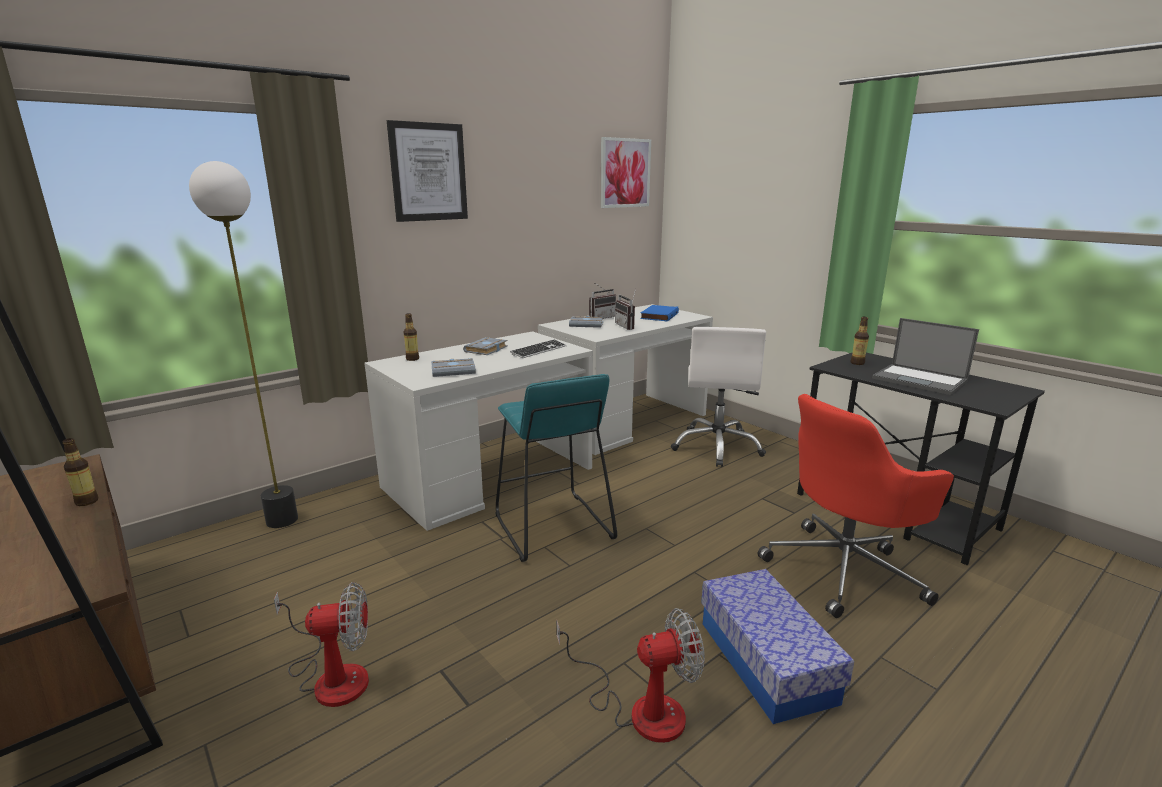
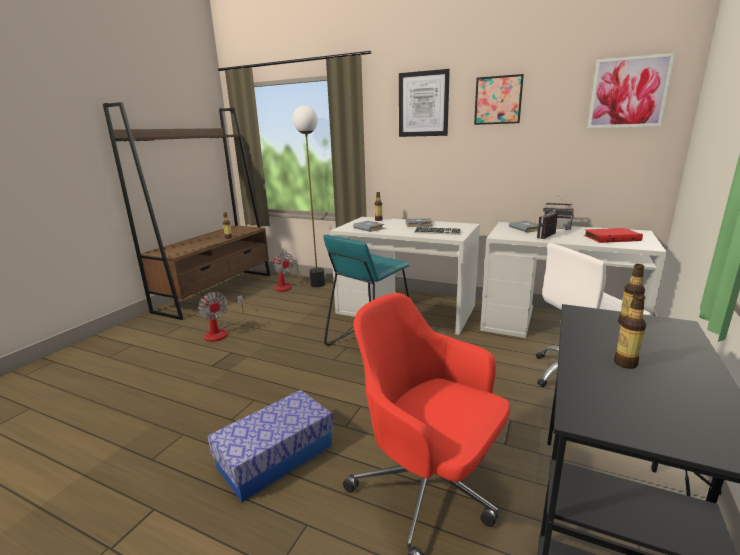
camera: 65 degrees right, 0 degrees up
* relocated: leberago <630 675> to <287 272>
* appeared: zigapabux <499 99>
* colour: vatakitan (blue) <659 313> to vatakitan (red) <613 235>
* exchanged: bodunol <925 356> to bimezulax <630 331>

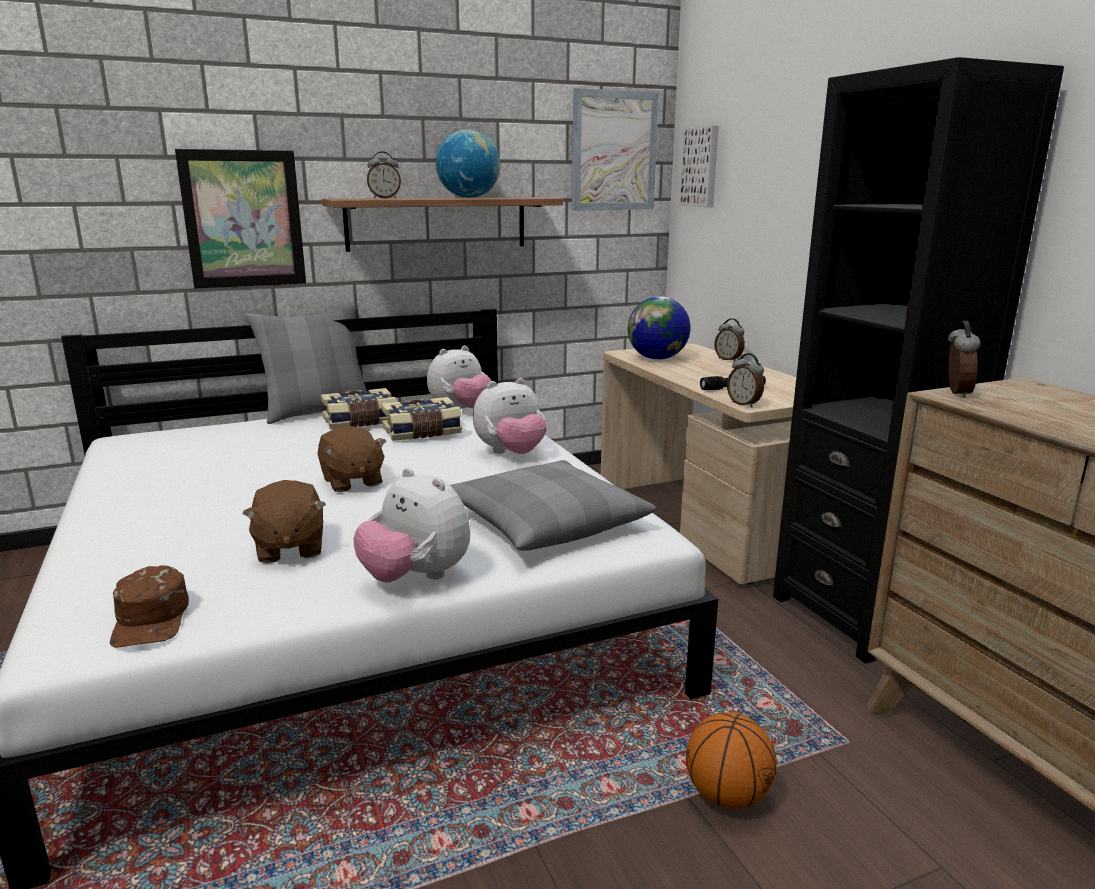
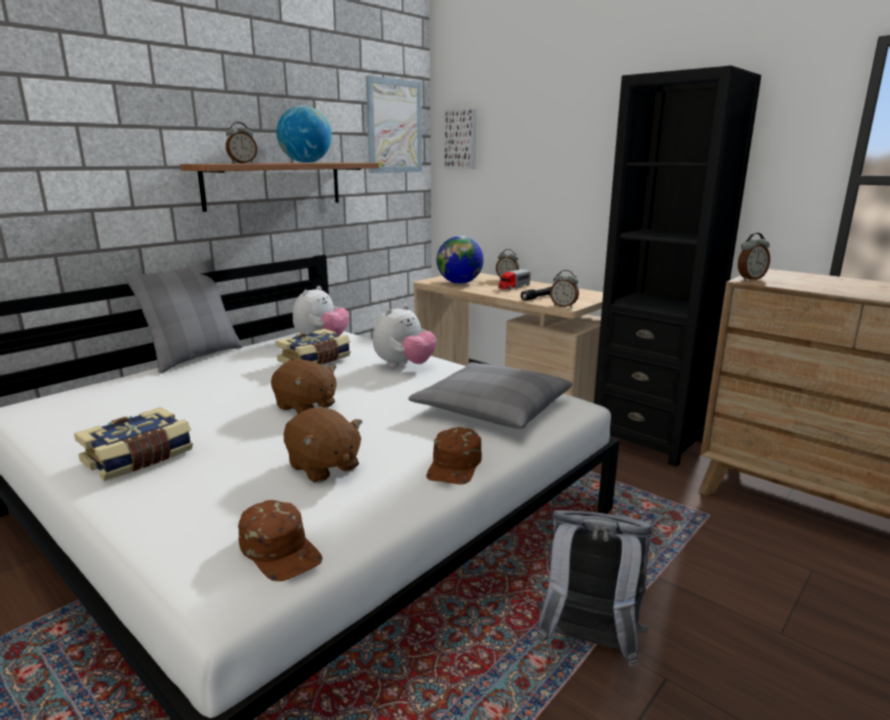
camera: 25 degrees left, 0 degrees up
* relocated: vatakitan <359 408> to <133 444>
* exchanged: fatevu <412 525> to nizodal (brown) <454 456>
* appeared: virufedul <514 279>
* appeared: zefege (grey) <594 588>
* spun: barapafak <964 359> = <754 256> 75 degrees clockwise
* missing: zigapabux <240 218>
* missing: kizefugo <731 760>

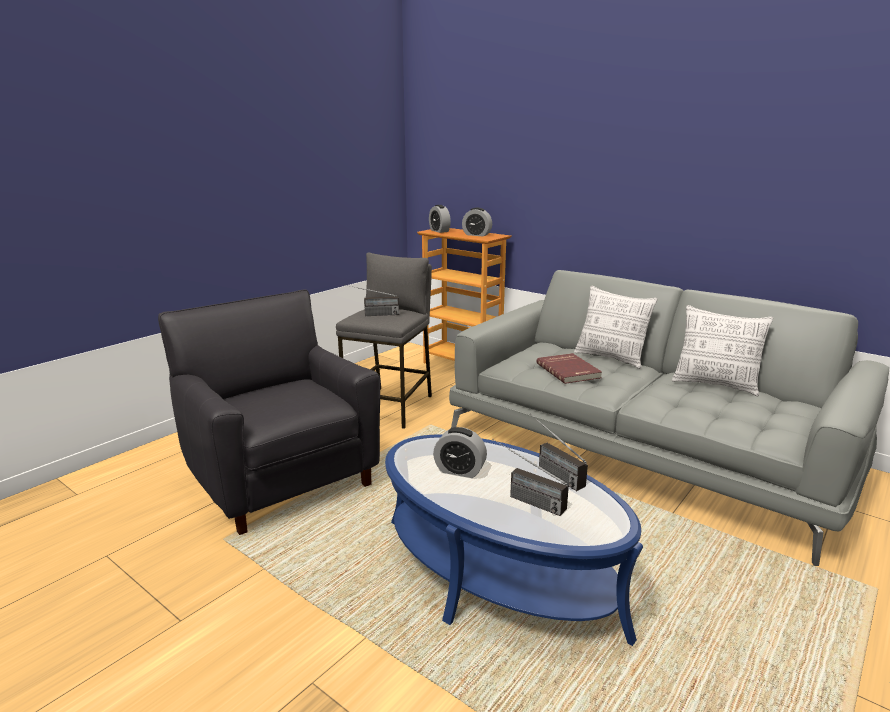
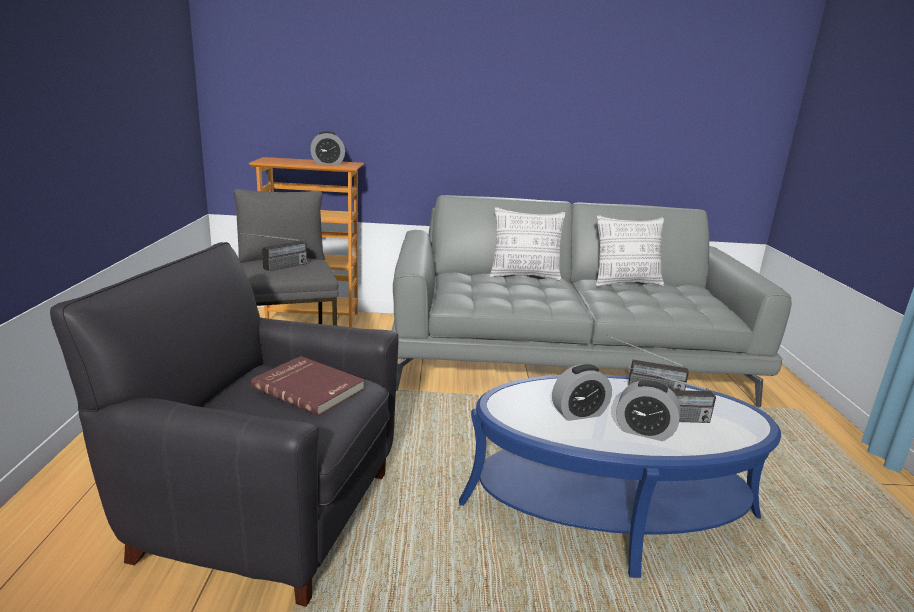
camera: 40 degrees left, 0 degrees up
* relocated: vatakitan (red) <569 368> to <307 386>
* relocated: barapafak <440 219> to <648 410>

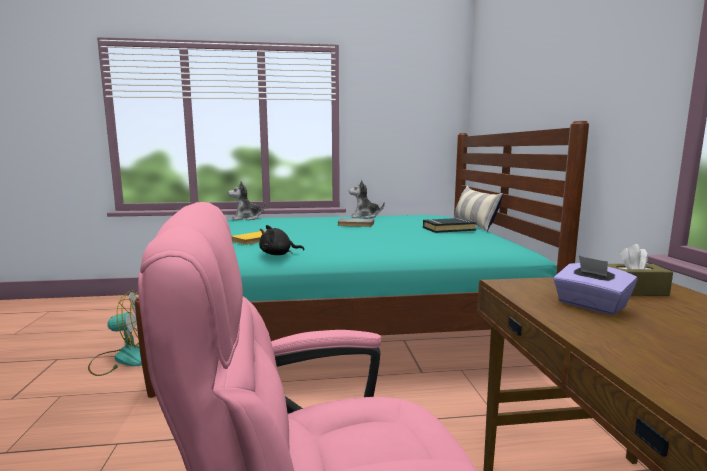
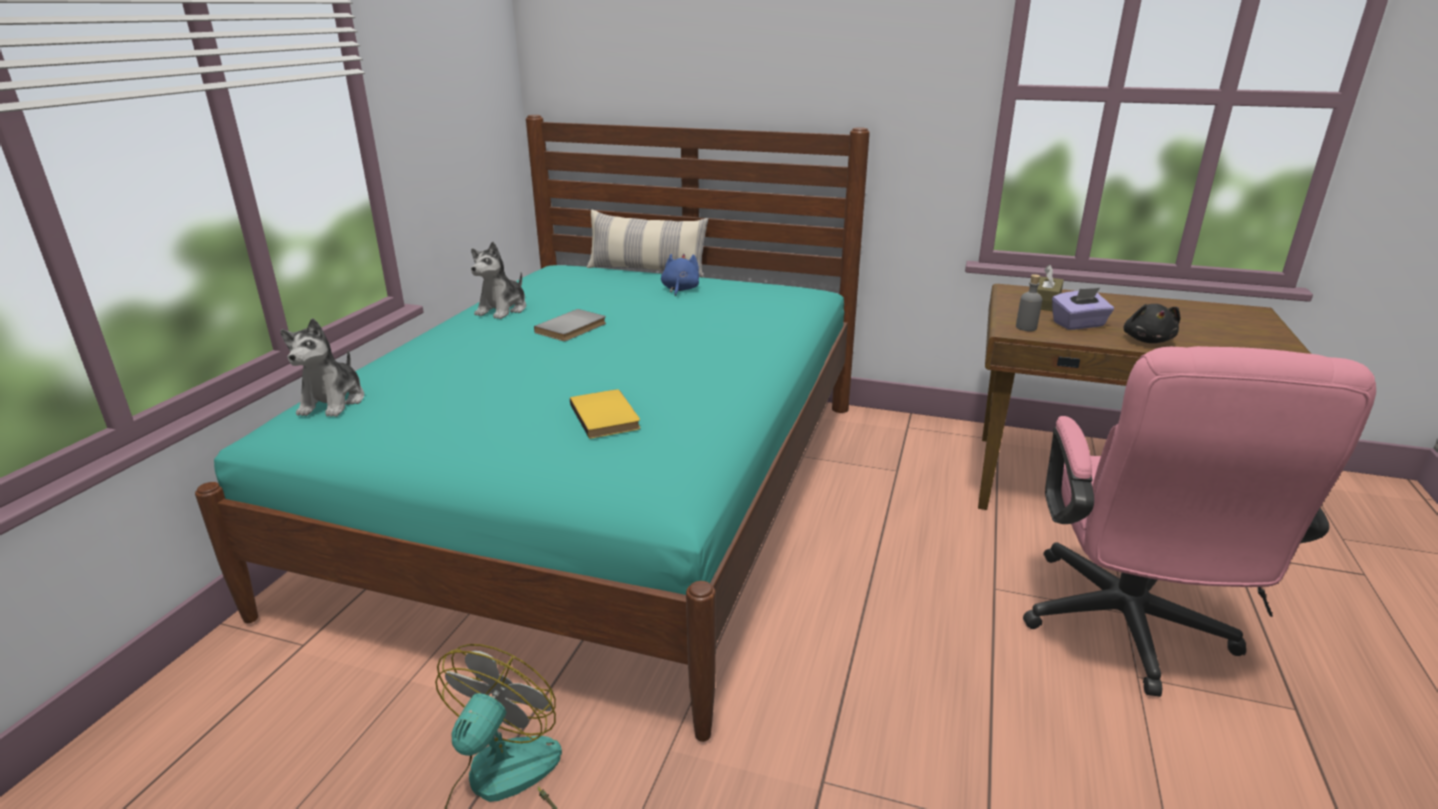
camera: 65 degrees left, 15 degrees up
* exchanged: vatakitan (black) <450 225> to fatevu (blue) <680 275>
* appeared: bimezulax (grey) <1029 302>
* relocated: fatevu (black) <282 240> to <1152 323>

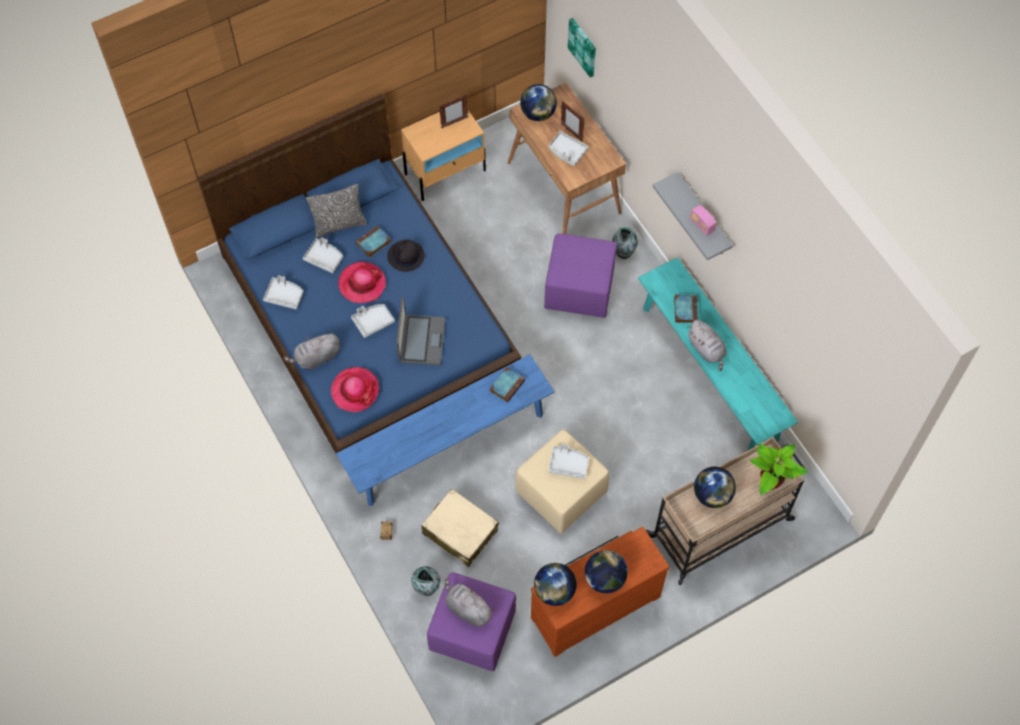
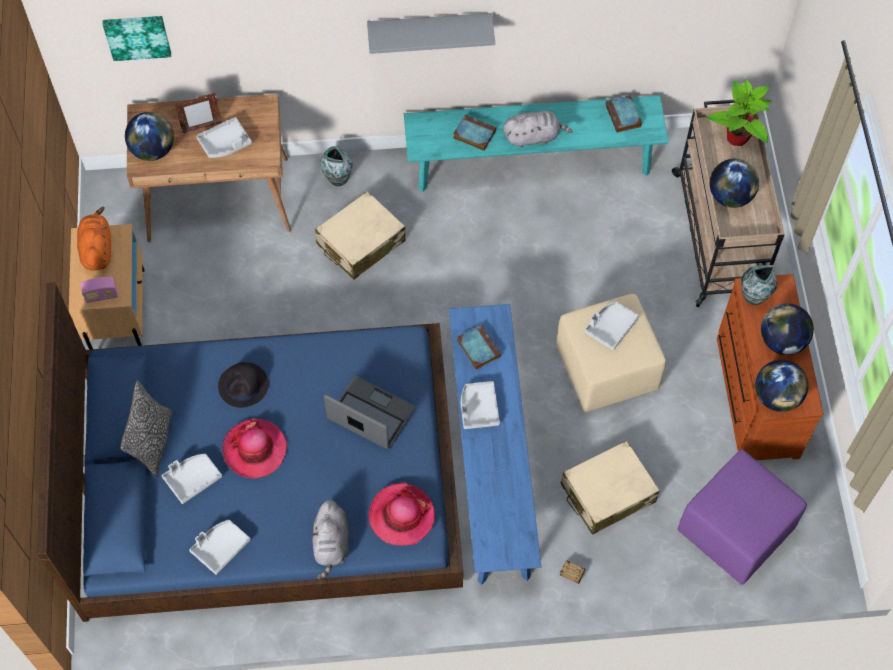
camera: 65 degrees left, 0 degrees up
* exchanged: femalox <453 111> to fatevu (orange) <94 238>
* relocated: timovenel <703 220> to <99 290>
* exchanged: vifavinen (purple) <580 276> to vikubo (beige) <360 235>
* relocated: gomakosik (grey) <373 321> to <480 405>
* relocated: vatakitan <373 241> to <623 114>
* relocated: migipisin <425 581> to <759 285>
* missing: fatevu (grey) <470 602>

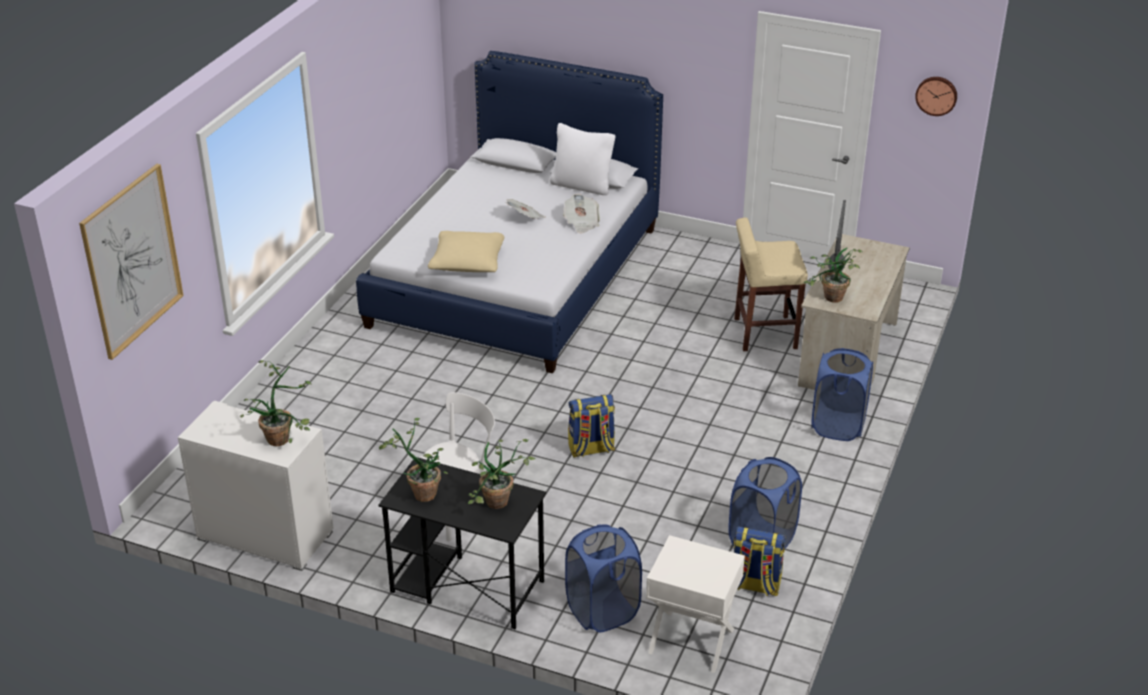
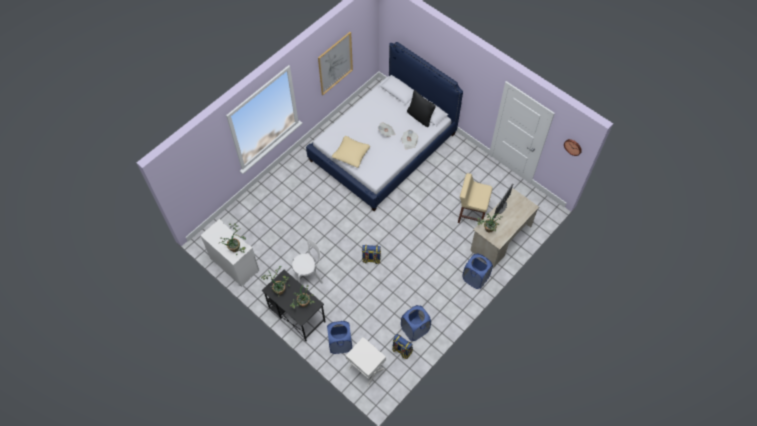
camera: 20 degrees right, 25 degrees up
* relocated: zigapabux <131 262> to <335 63>
* colour: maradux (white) <583 159> to maradux (black) <421 108>

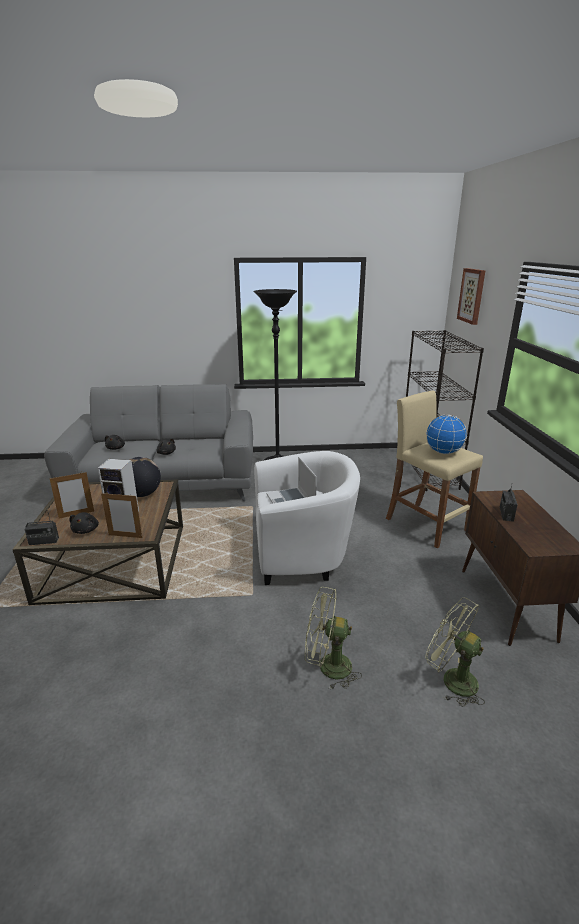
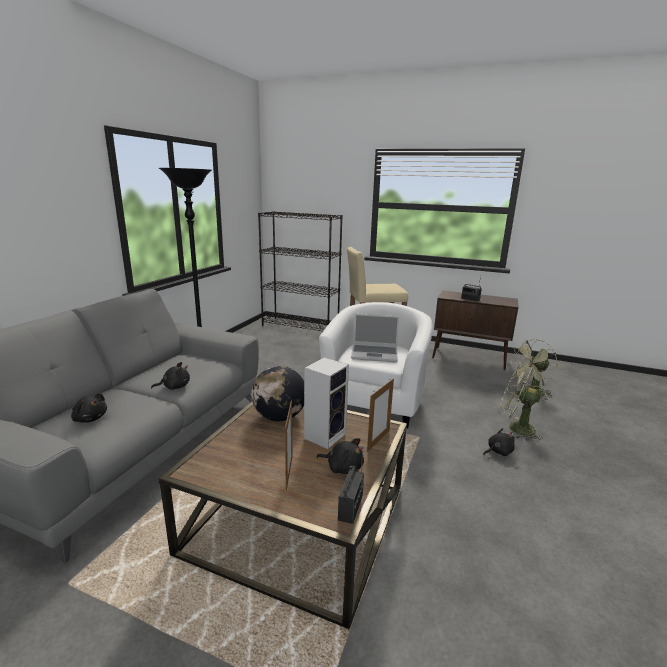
camera: 65 degrees left, 5 degrees down
* appeared: fatevu (black) <499 442>
* spun: leberago (green) <333 638> = <521 402> 90 degrees clockwise
* missing: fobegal <446 434>
* missing: zigapabux <471 296>

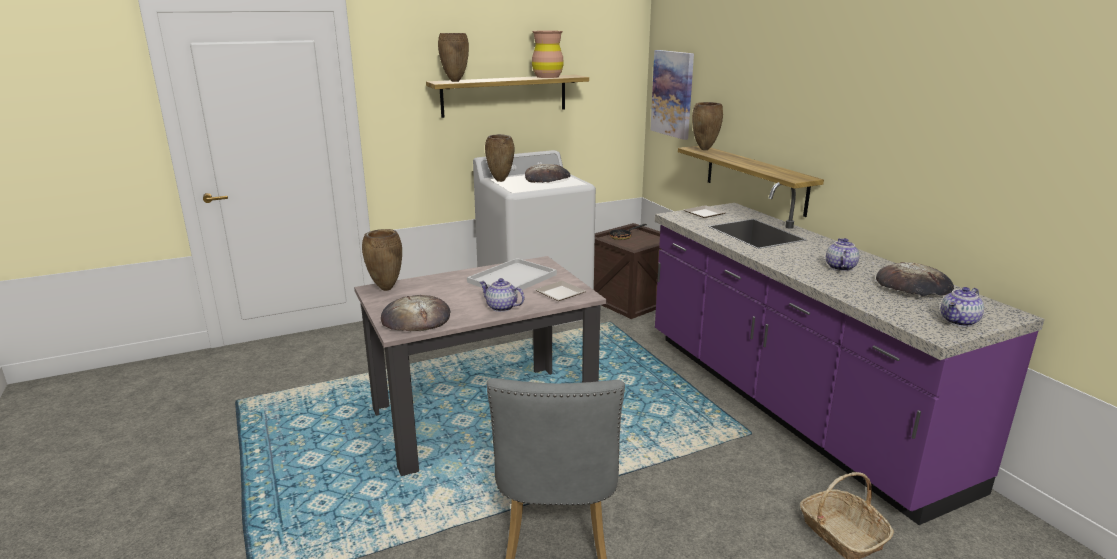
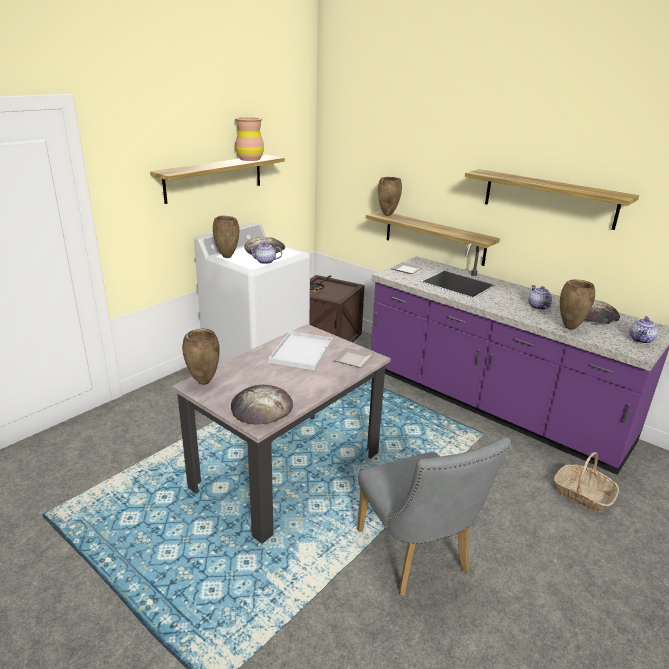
camera: 25 degrees left, 5 degrees up
* relocated: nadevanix <502 295> to <265 253>
* appeared: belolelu <552 199>
* relocated: migipisin (brown) <453 57> to <577 305>
* missing: zigapabux <672 95>

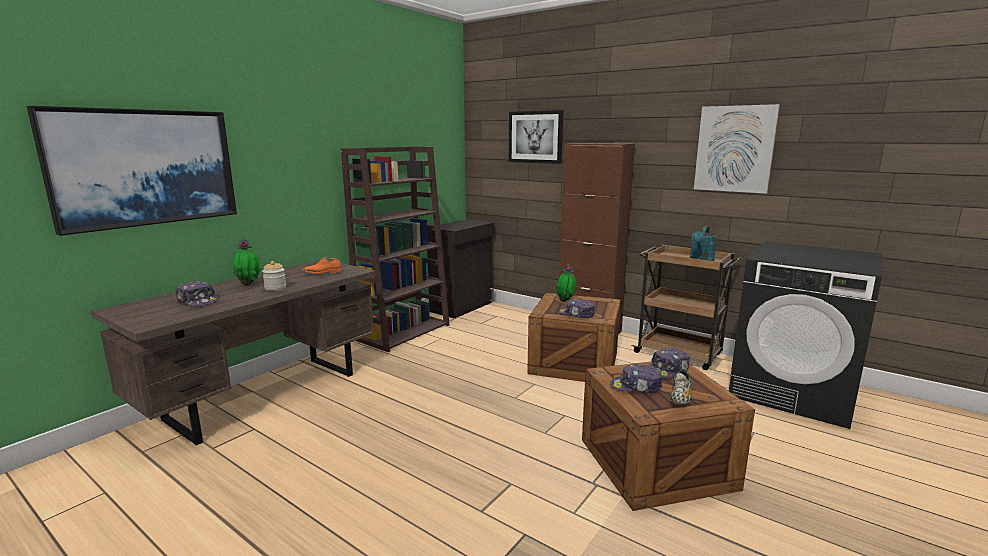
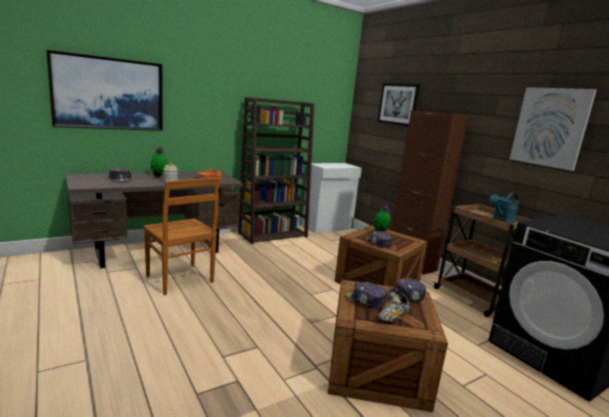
camera: 20 degrees right, 0 degrees up
* appeared: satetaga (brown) <181 236>
* colour: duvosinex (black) <460 269> to duvosinex (white) <332 198>

